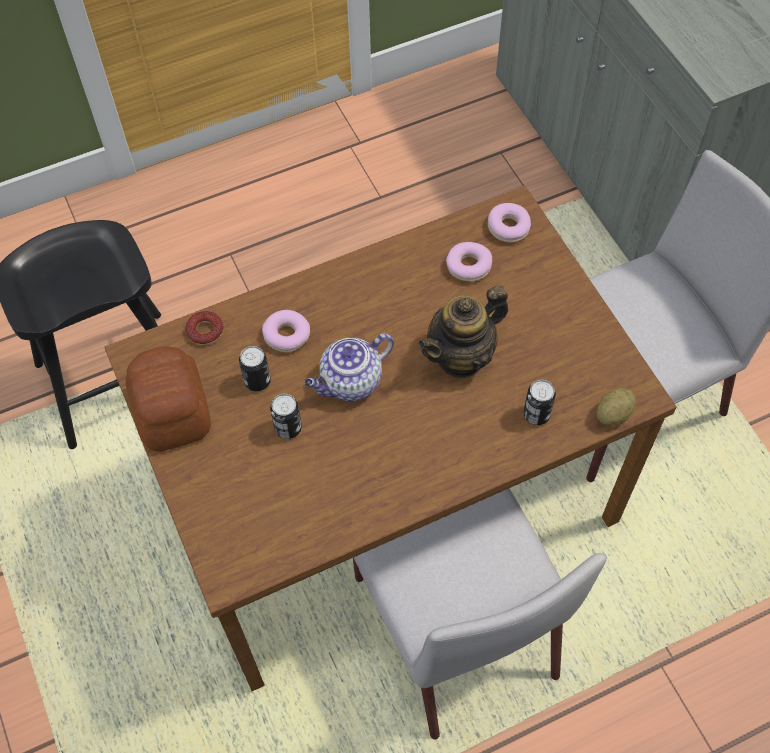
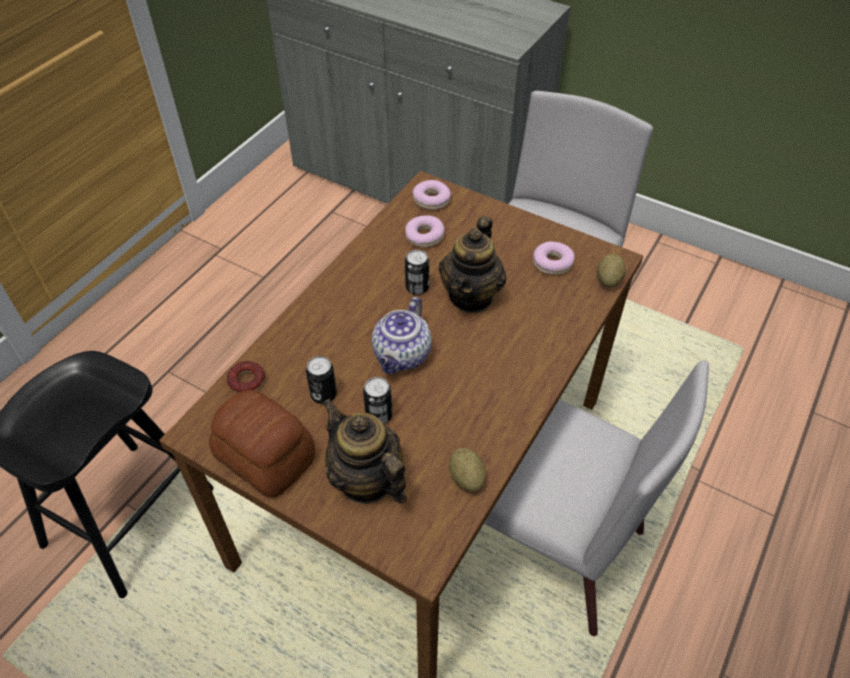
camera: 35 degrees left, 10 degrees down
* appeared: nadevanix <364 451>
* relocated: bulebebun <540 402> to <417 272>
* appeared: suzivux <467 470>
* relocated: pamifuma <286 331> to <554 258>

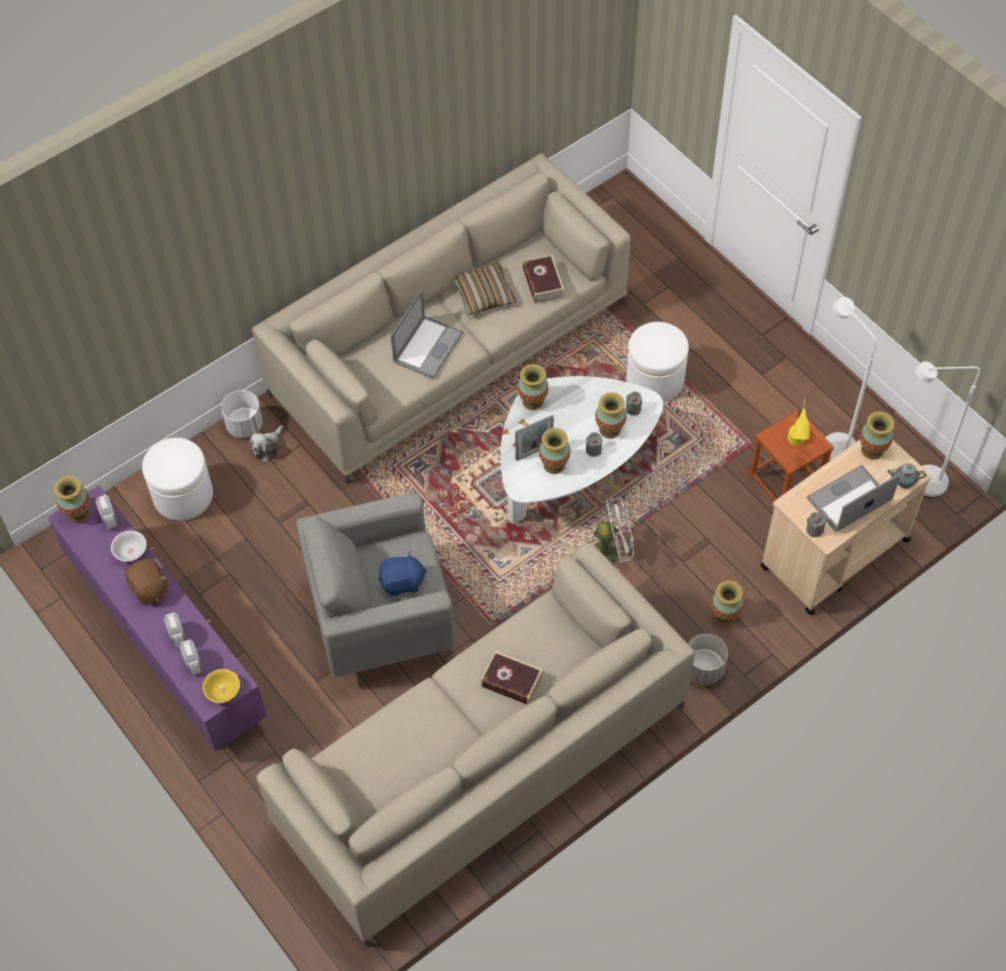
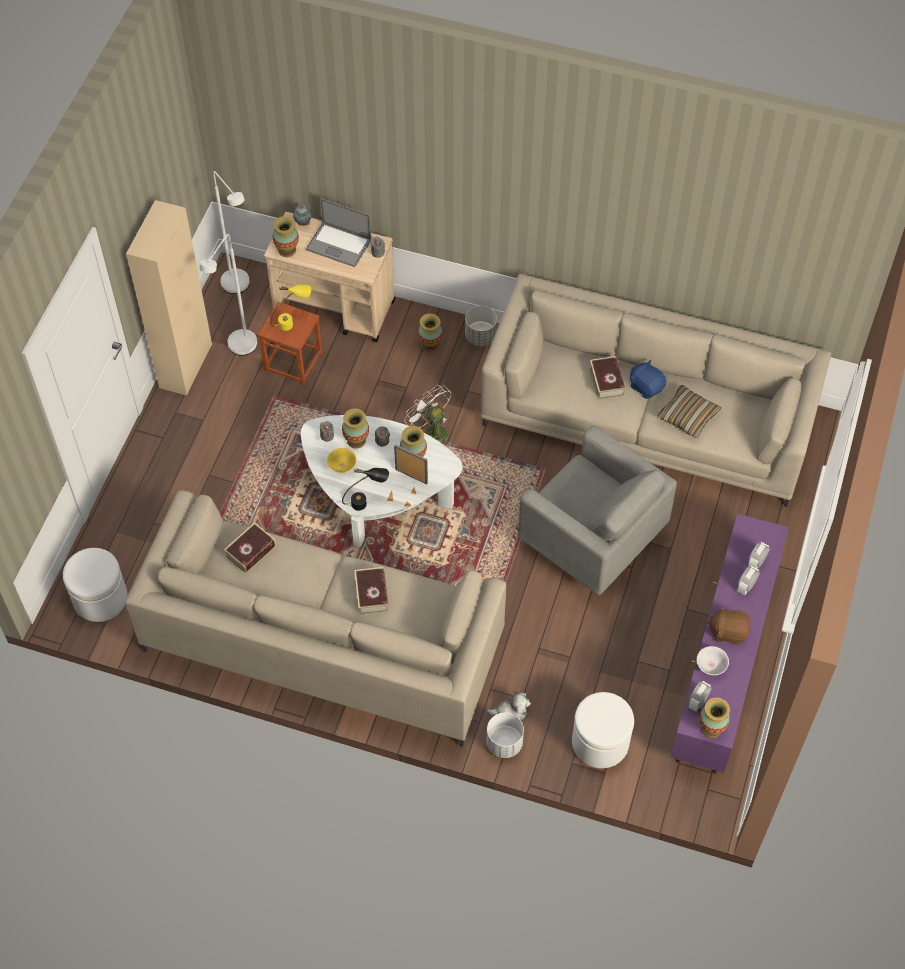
camera: 125 degrees left, 0 degrees up
* relocated: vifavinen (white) <657 362> to <95 585>
* appeared: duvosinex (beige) <169 298>
* relocated: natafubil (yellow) <221 686> to <342 460>
* exchanged: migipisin <533 387> to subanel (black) <365 489>
* exchanged: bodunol <427 334> to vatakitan <371 591>
* relocated: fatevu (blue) <403 573> to <648 379>
* relocated: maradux <484 289> to <689 411>
* spun: fatevu (brown) <146 581> = <729 625> 105 degrees counterclockwise

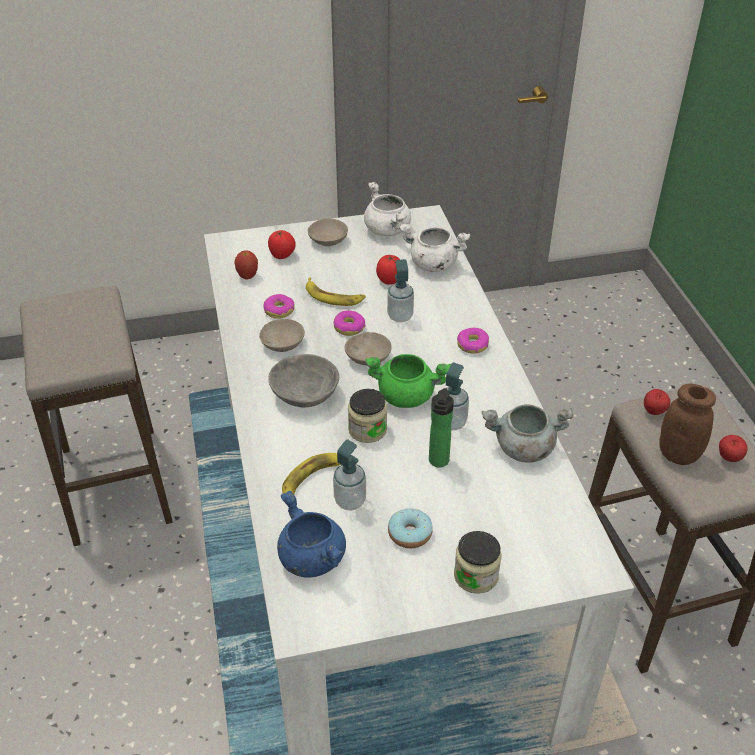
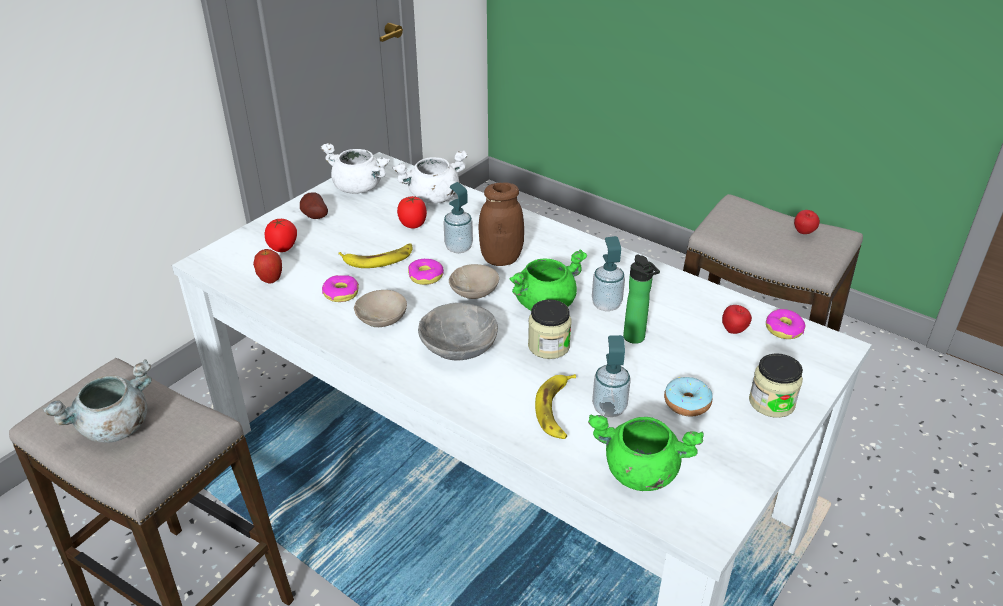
camera: 40 degrees left, 5 degrees down
* relocated: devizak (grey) <528 433> to <97 401>
* exchanged: natafubil (beige) <328 232> to suzivux <314 205>
* relocated: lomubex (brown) <688 424> to <501 224>
* colour: devizak (blue) <311 534> to devizak (green) <646 453>
* relocated: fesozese <657 402> to <737 319>
* relocated: pamifuma <473 341> to <785 324>

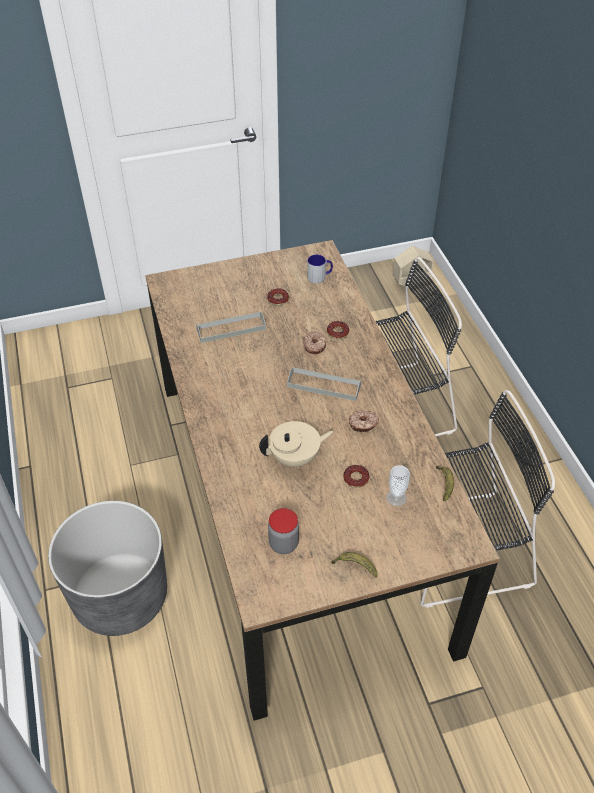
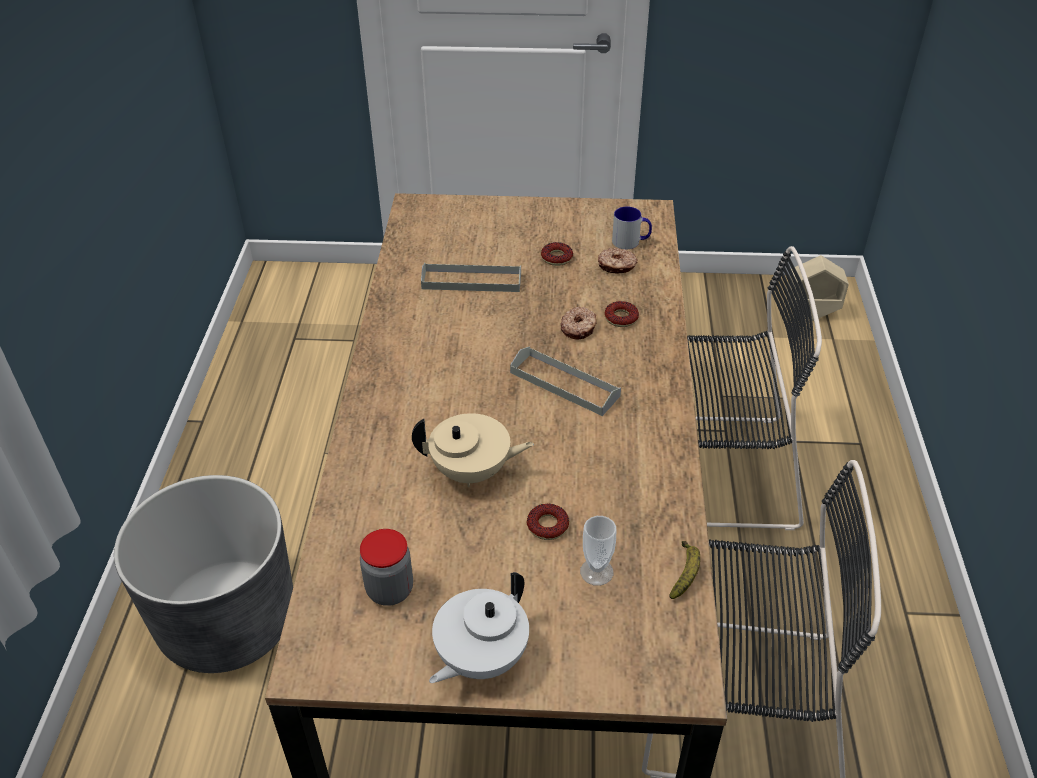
camera: 20 degrees right, 5 degrees down
* exchanged: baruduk <354 564> to nadevanix (white) <479 627>
* relocated: pamifuma <364 421> to <618 261>

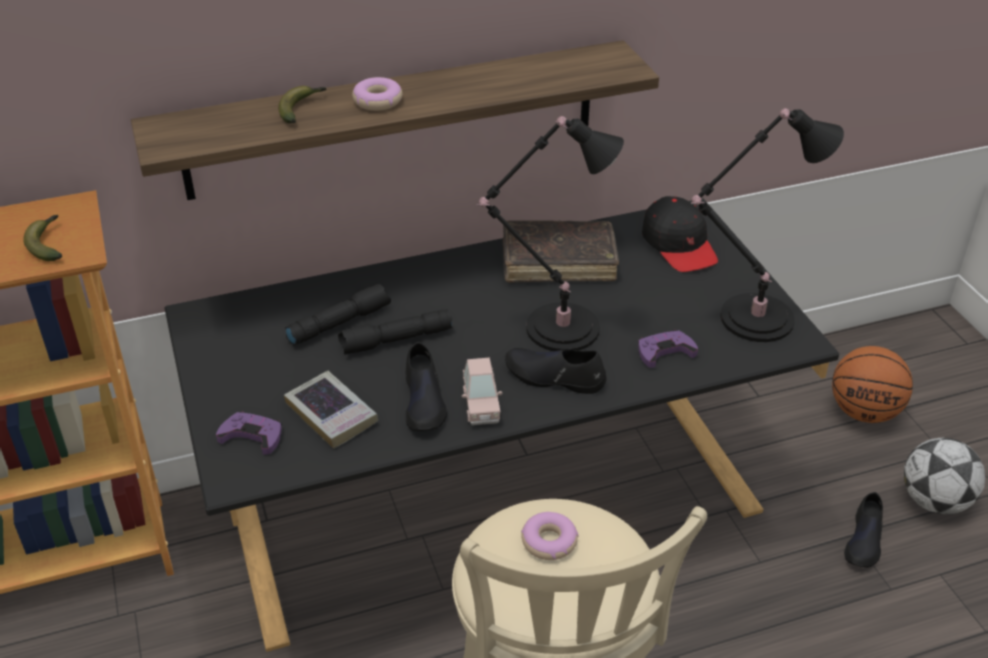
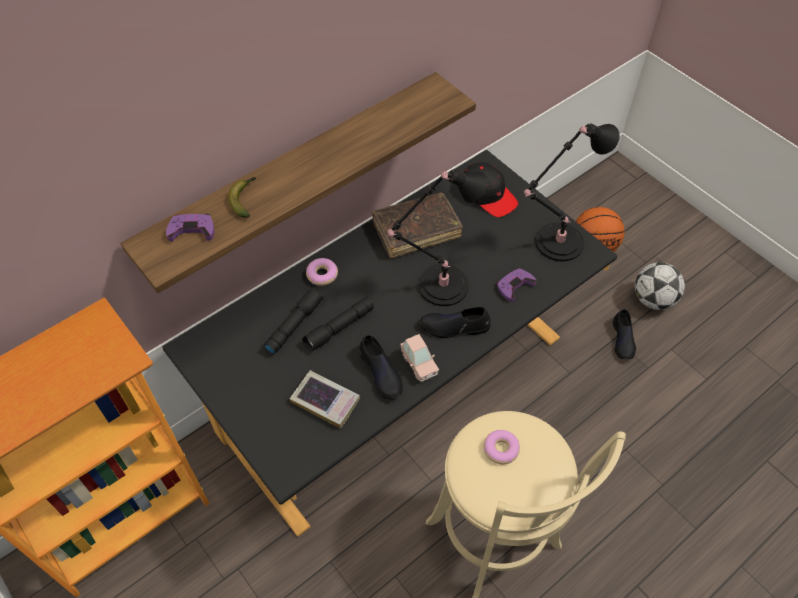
camera: 20 degrees left, 15 degrees up
* relocated: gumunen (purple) <249 433> to <190 227>
* relocated: pamifuma <377 94> to <322 272>
* missing: baruduk <42 238>

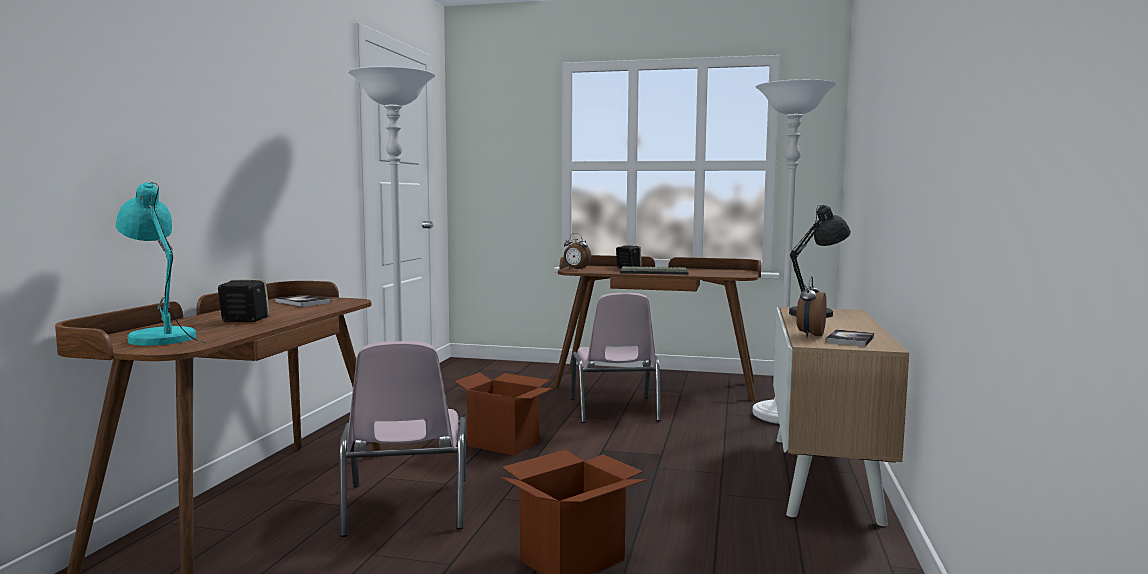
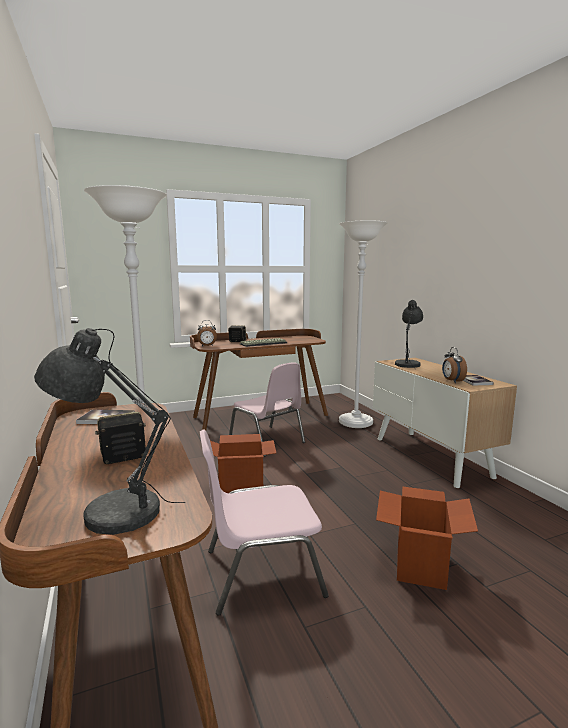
camera: 35 degrees left, 5 degrees up
* colour: subanel (turquoise) <161 264> to subanel (grey) <109 431>
* spun: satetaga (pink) <402 439> = <264 522> 120 degrees clockwise

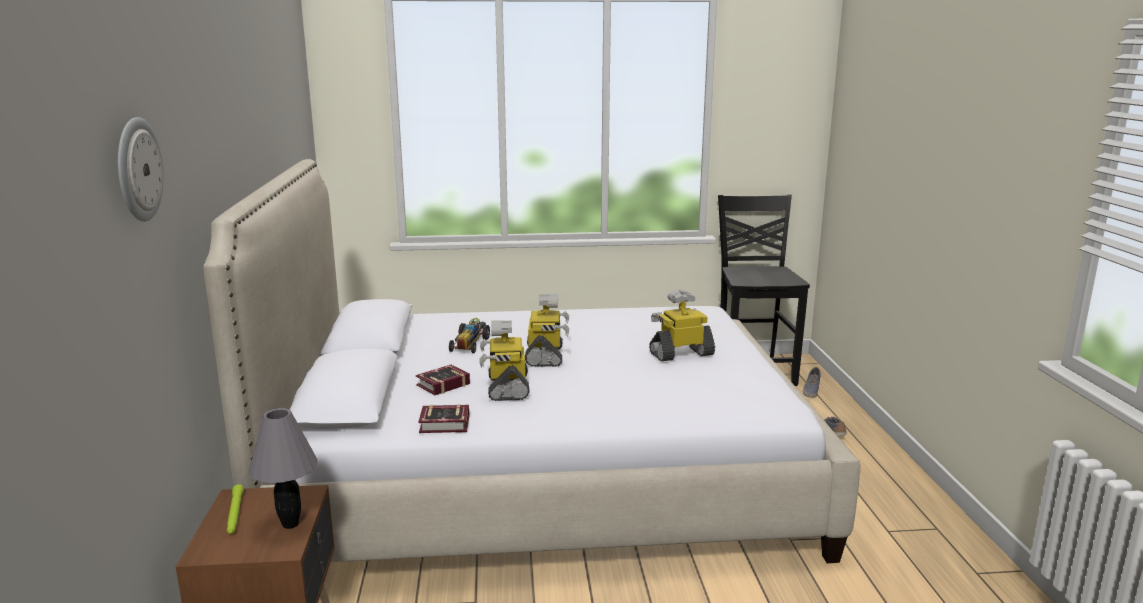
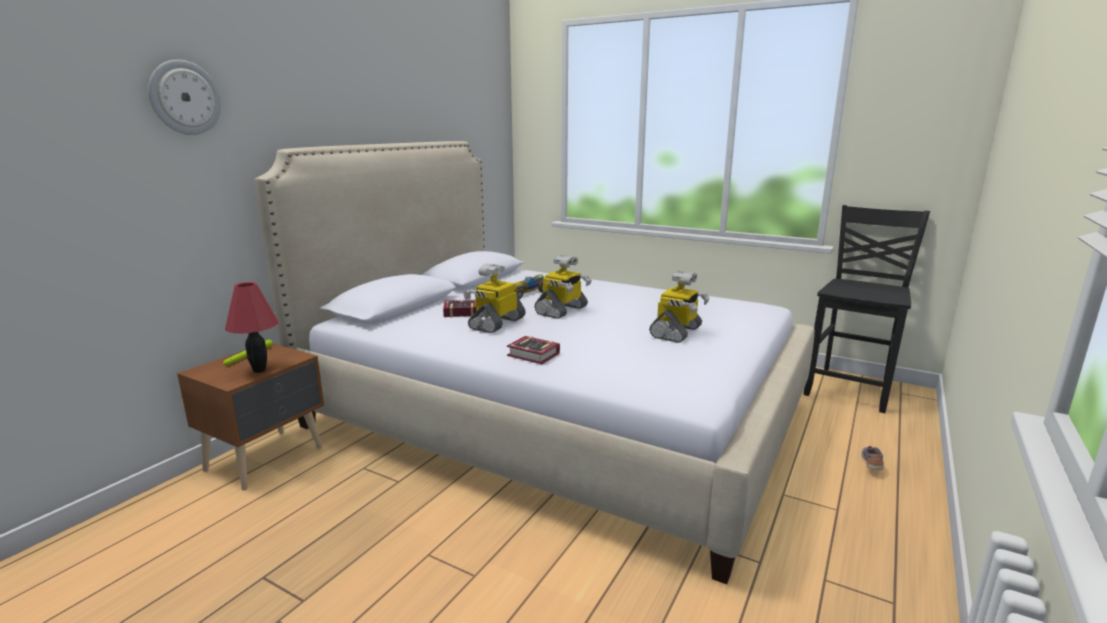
camera: 35 degrees right, 0 degrees up
* colour: subanel (grey) <283 468> to subanel (red) <251 327>
* relocated: vatakitan <443 418> to <533 350>
* spun: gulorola <682 325> = <679 307> 105 degrees clockwise
* missing: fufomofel <812 382>

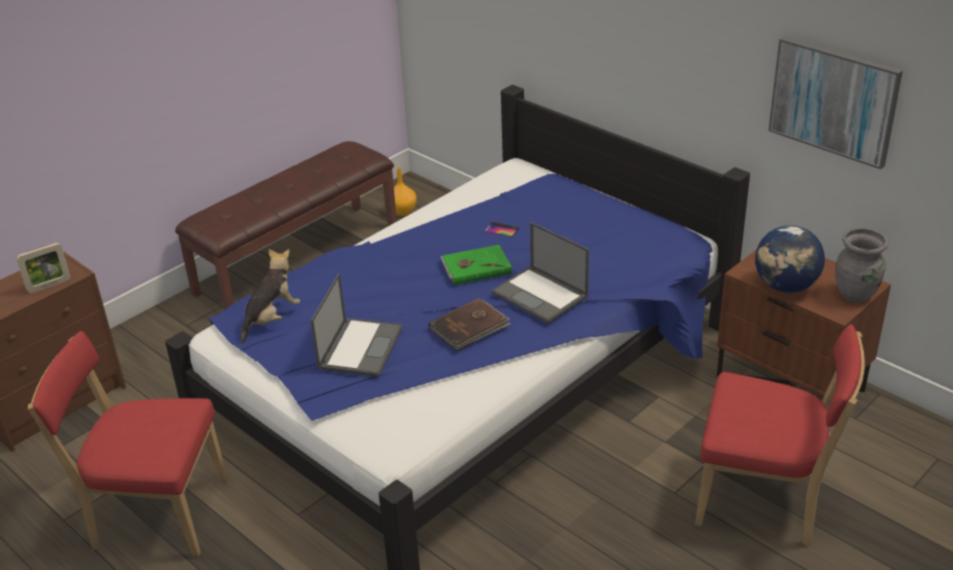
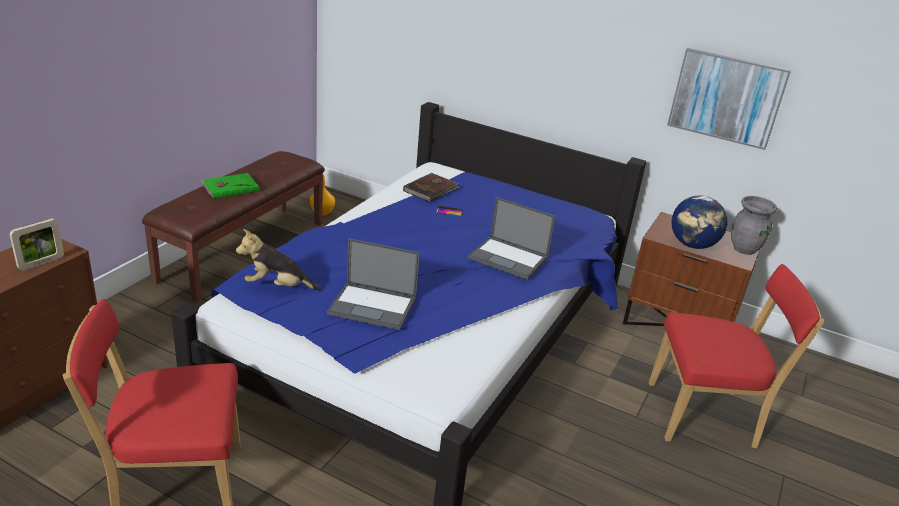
camera: 20 degrees left, 5 degrees down
* relocated: vatakitan (green) <476 265> to <230 186>
* spun: fatevu <270 296> = <279 260> 105 degrees counterclockwise
* spun: bodunol <357 325> = <373 284> 105 degrees clockwise
* relocated: vatakitan (brown) <470 324> to <431 187>

